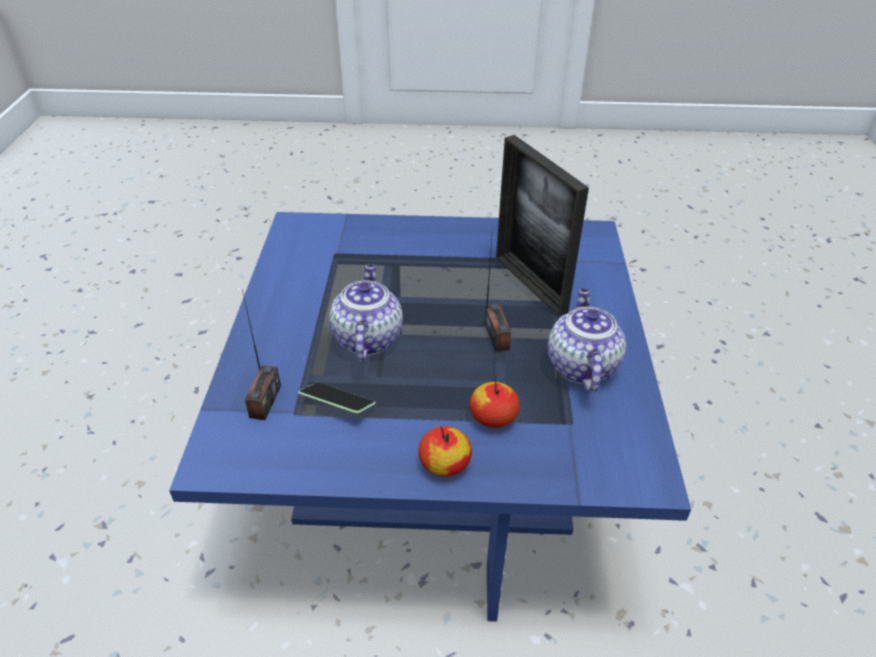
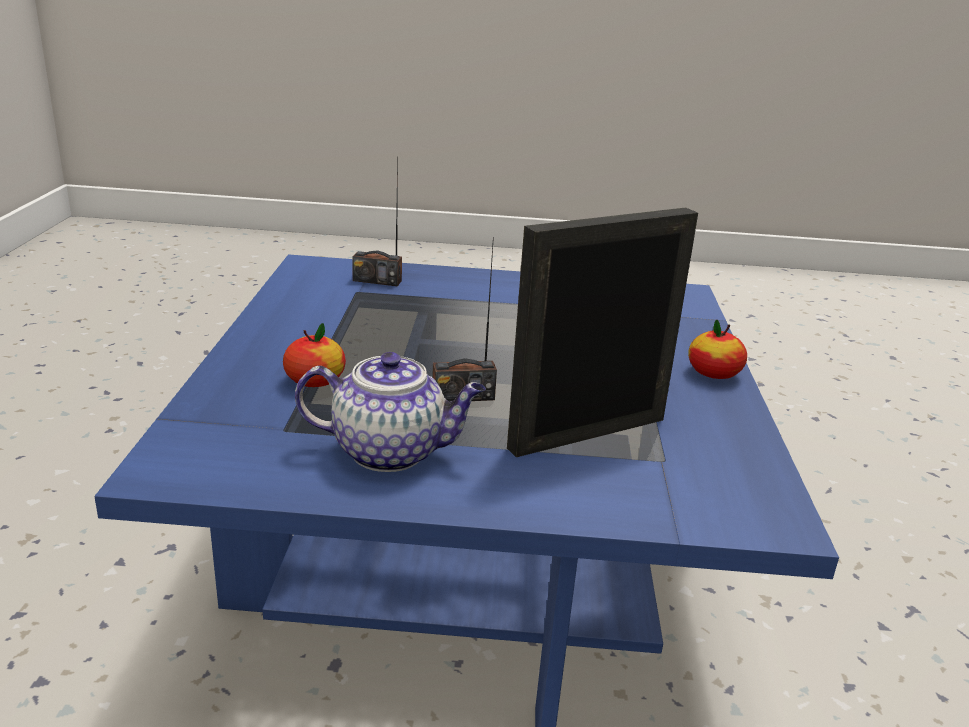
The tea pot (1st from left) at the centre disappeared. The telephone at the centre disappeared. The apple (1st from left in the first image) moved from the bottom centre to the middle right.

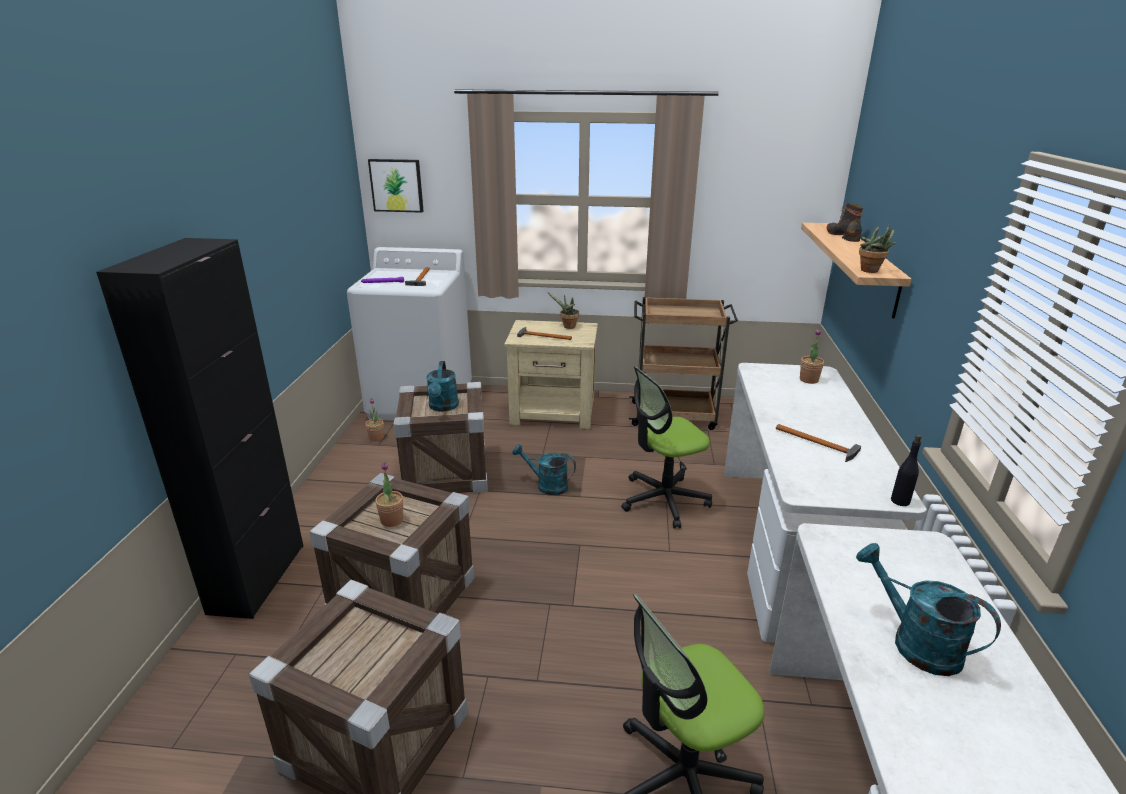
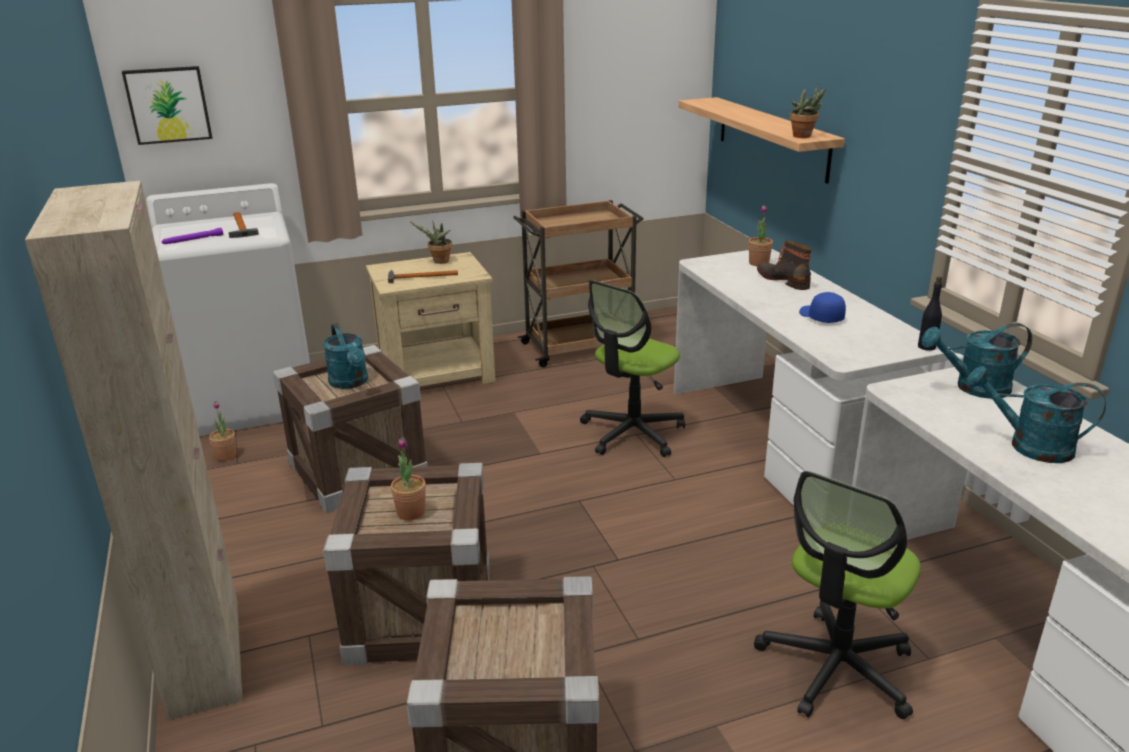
The high-top boot moved from the top right to the middle right. The black storage cabinet at the middle left became the beige storage cabinet at the middle left. The tool hammer (3rd from left) at the middle right was replaced by the blue baseball cap at the middle right. The turquoise watering pot (2nd from left) moved from the centre to the middle right.

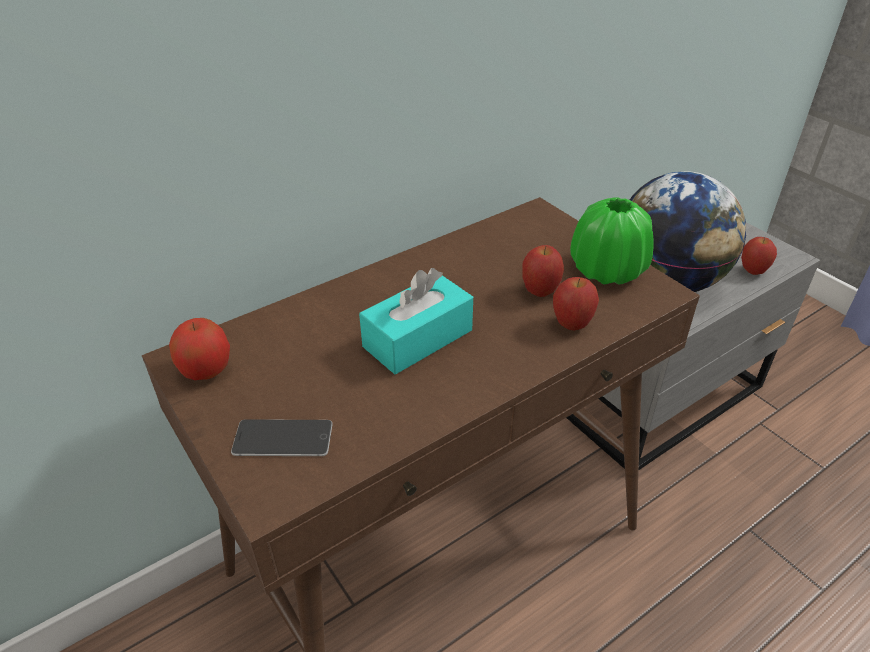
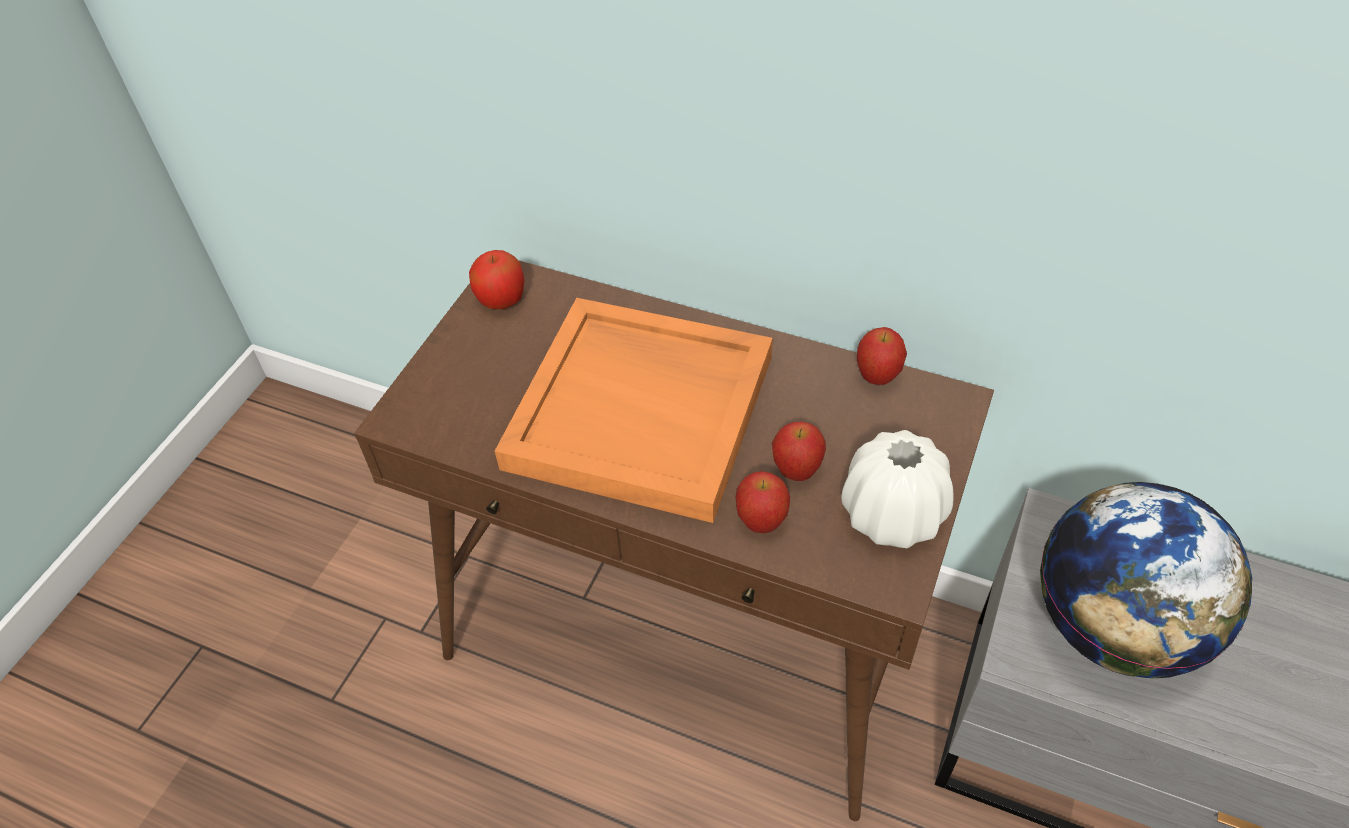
The green-coloured flower vase at the middle right became the white flower vase at the centre. The apple (4th from left) moved from the middle right to the centre. The turquoise tissue holder at the centre was replaced by the orangey carrying tray at the centre. The telephone at the bottom left disappeared.

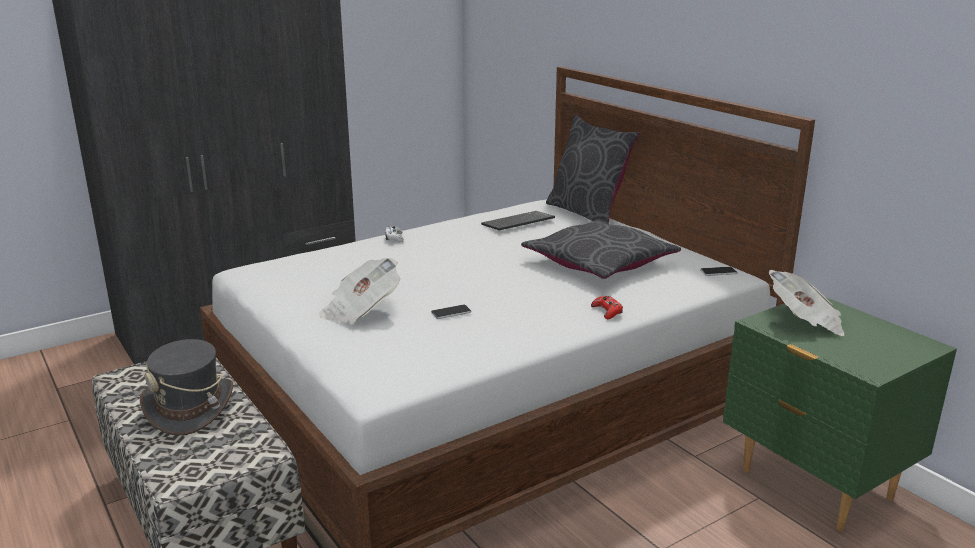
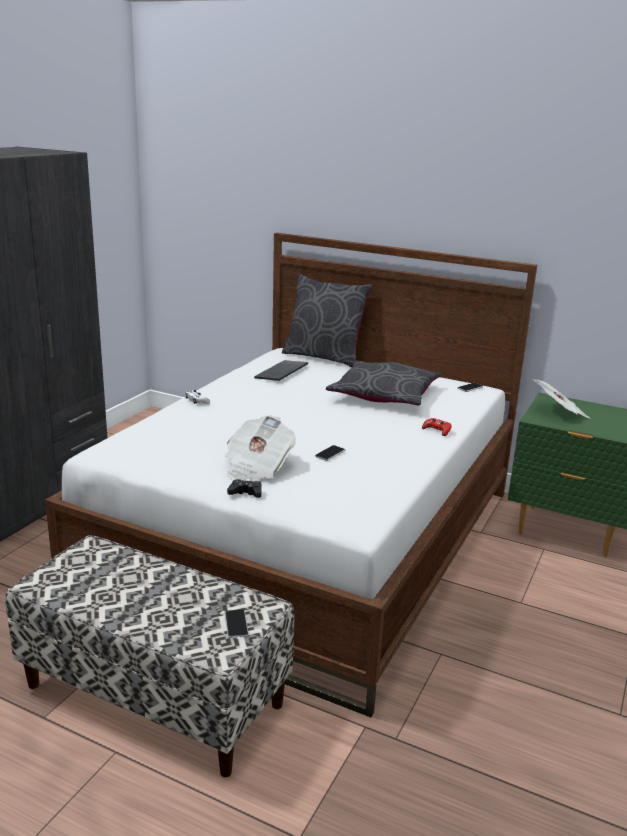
The gray clothing hat at the bottom left disappeared. The black game controller at the centre appeared. The telephone (1st from left) at the bottom centre appeared.

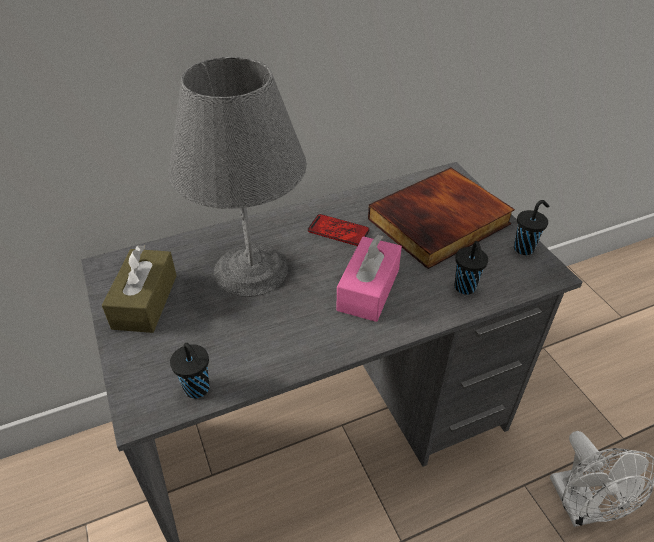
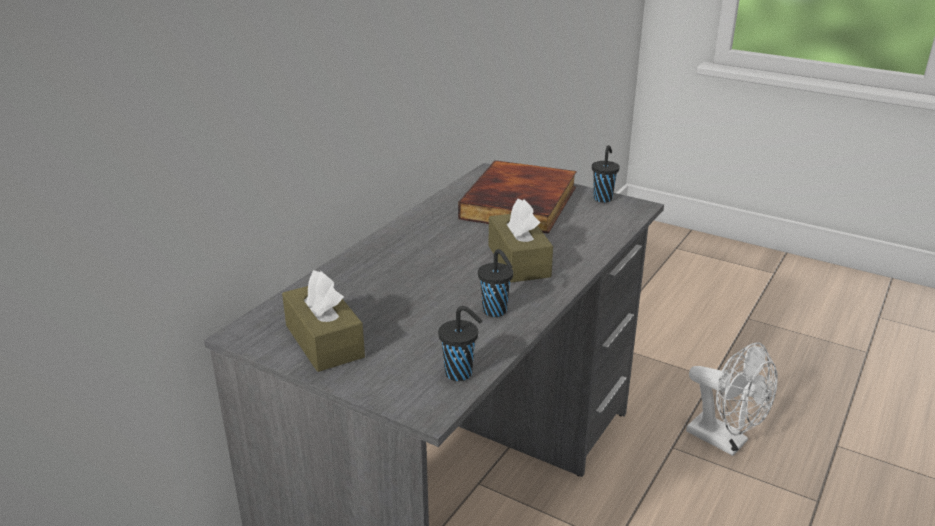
The gray tabletop lamp at the top centre disappeared. The telephone at the centre disappeared. The pinkish tissue holder at the centre became the brown-coloured tissue holder (2nd from left) at the centre. The black small cup (2nd from left) moved from the middle right to the centre.

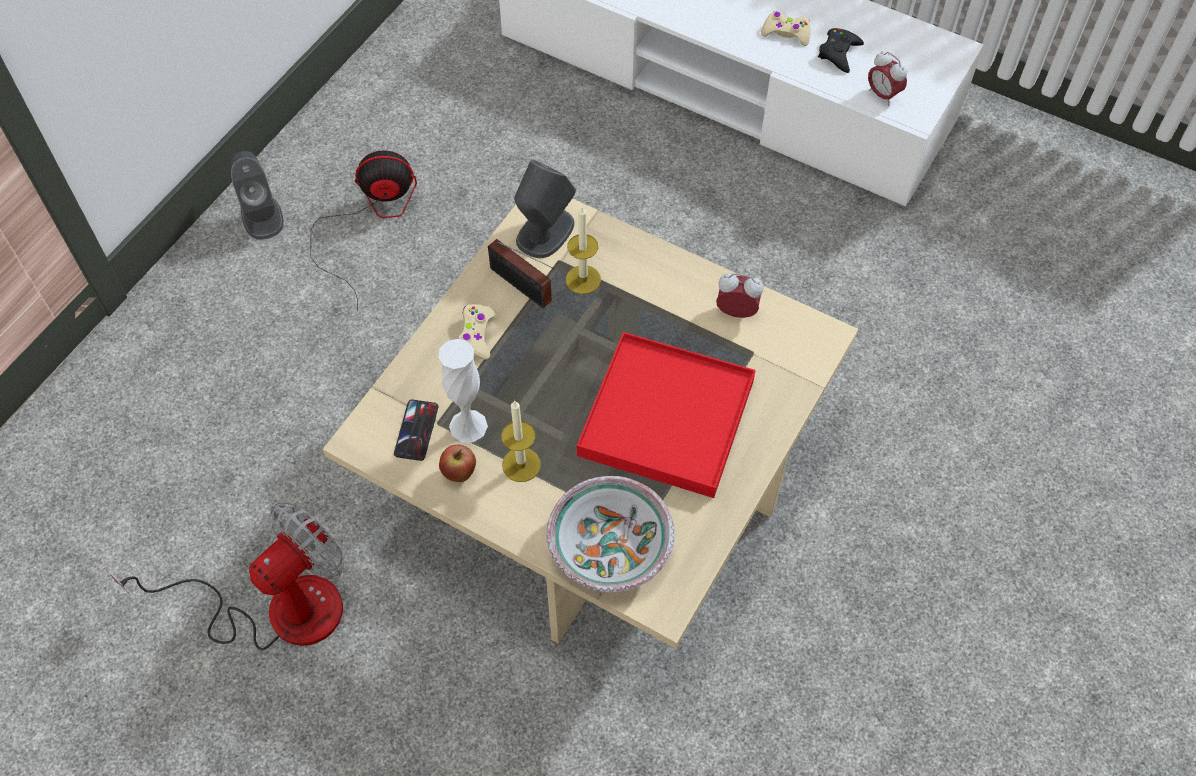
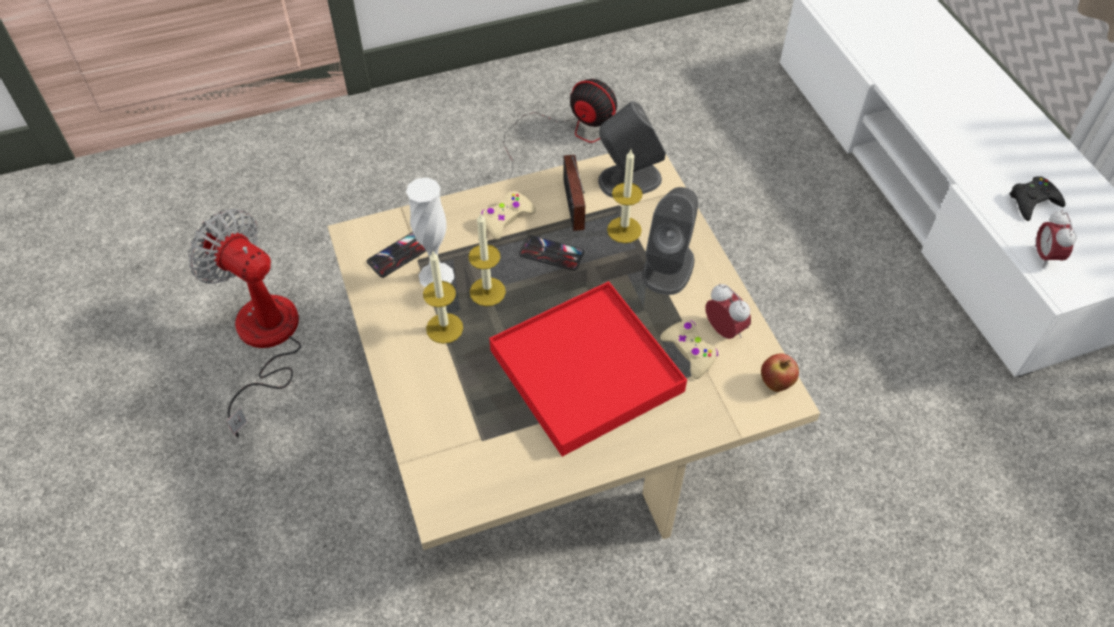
The beige game controller (2nd from left) moved from the top centre to the centre. The gray speaker (1st from left in the first image) moved from the top left to the centre. The apple moved from the centre to the middle right. The bowl at the bottom centre disappeared. The cooling fan (1st from left) at the bottom left turned 135 degrees counterclockwise. The wax candle (2nd from left) at the centre appeared. The telephone (2nd from left) at the centre appeared.

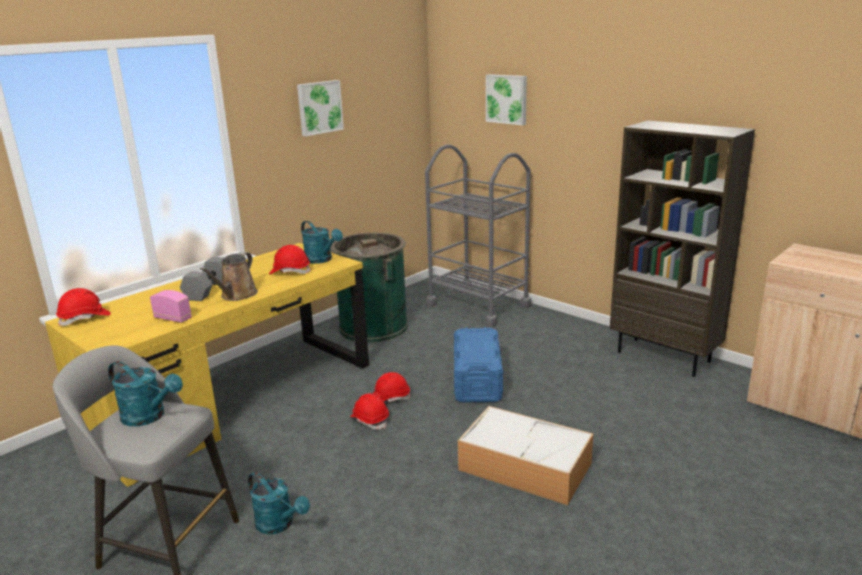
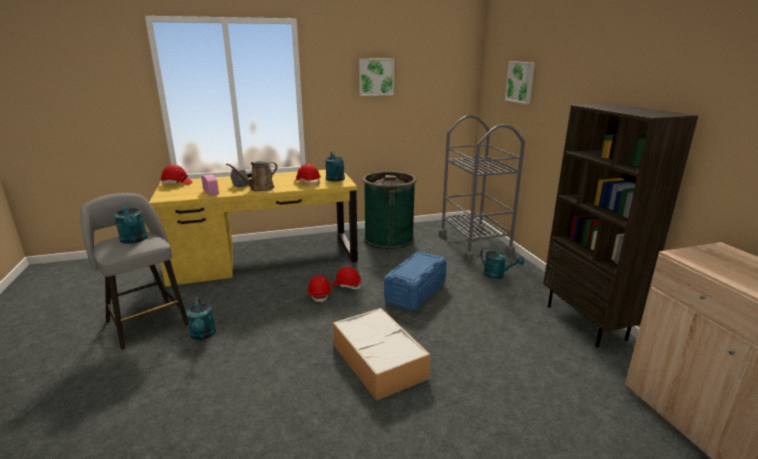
The turquoise watering pot (4th from left) at the centre appeared.

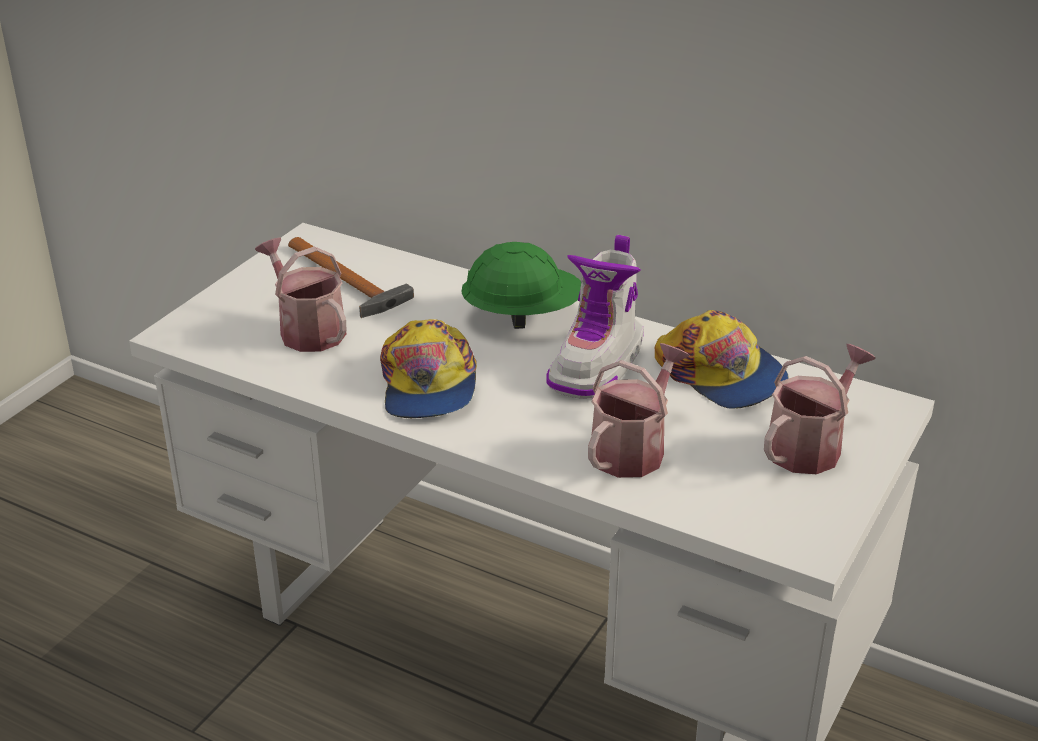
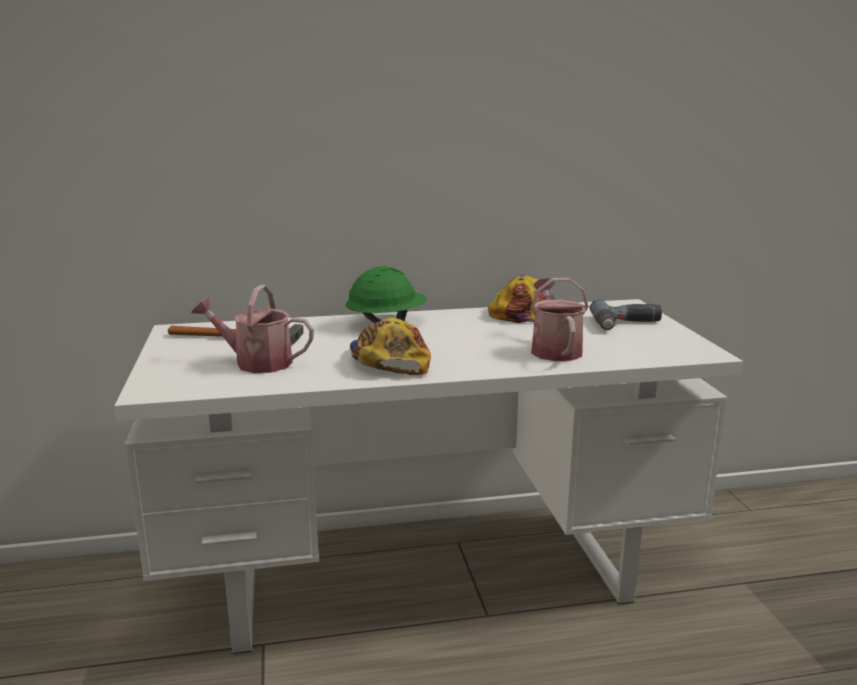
The high-top boot at the centre disappeared. The baseball cap (1st from left) at the centre turned 150 degrees counterclockwise. The watering pot (3rd from left) at the middle right was replaced by the drill at the middle right.

